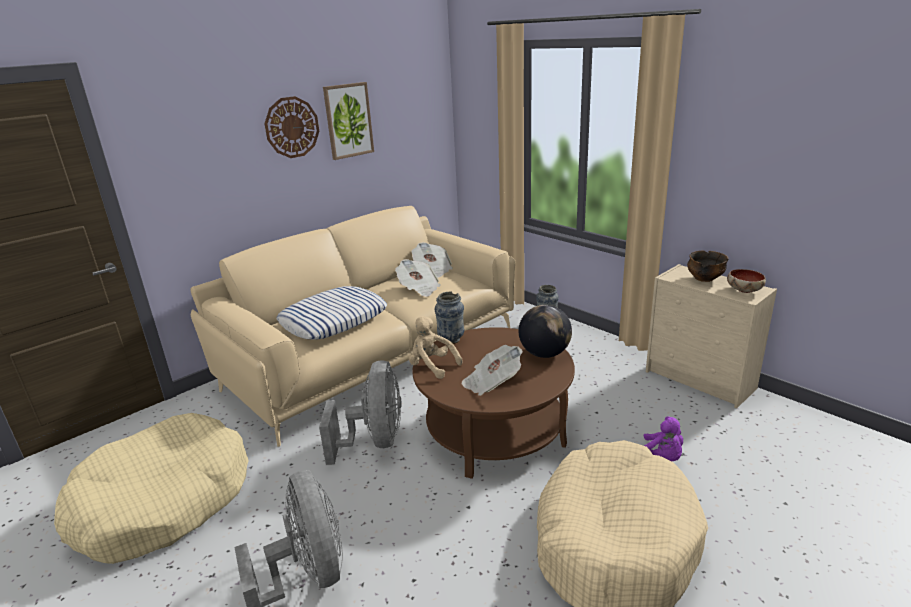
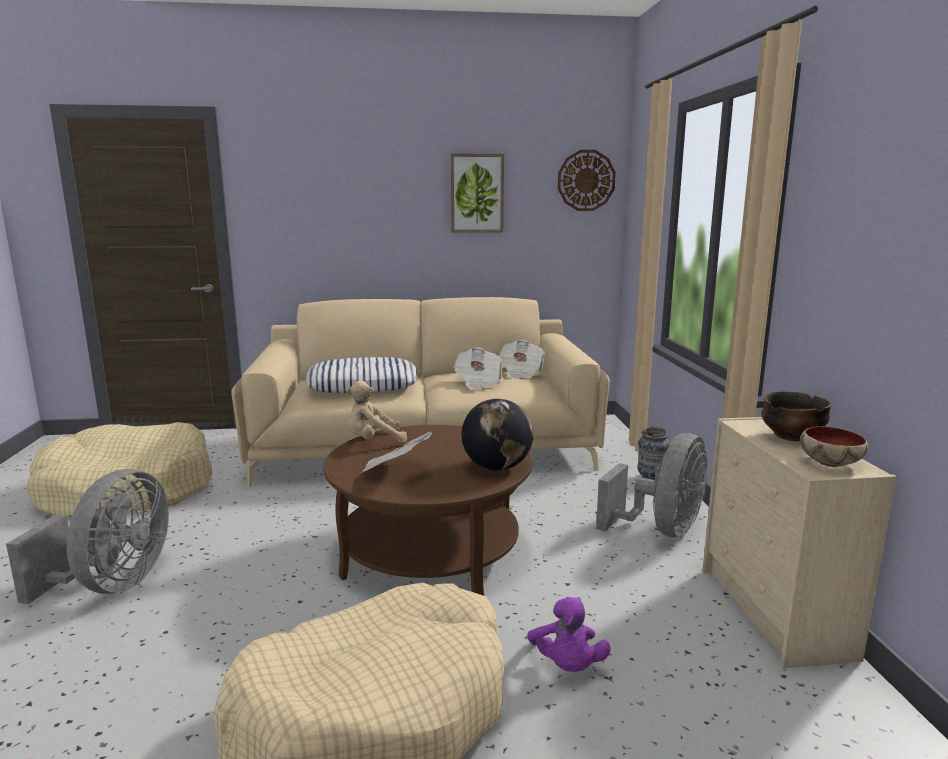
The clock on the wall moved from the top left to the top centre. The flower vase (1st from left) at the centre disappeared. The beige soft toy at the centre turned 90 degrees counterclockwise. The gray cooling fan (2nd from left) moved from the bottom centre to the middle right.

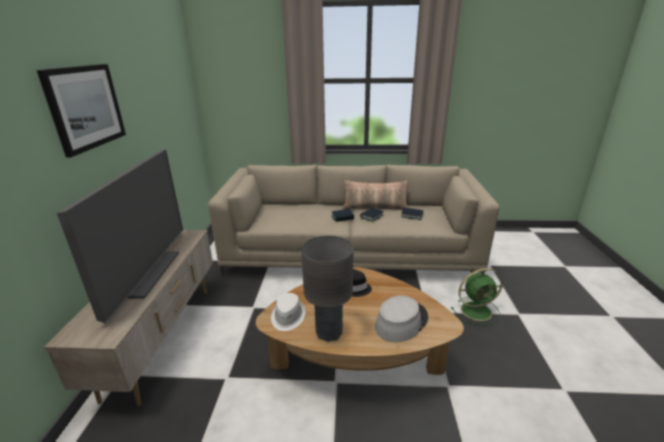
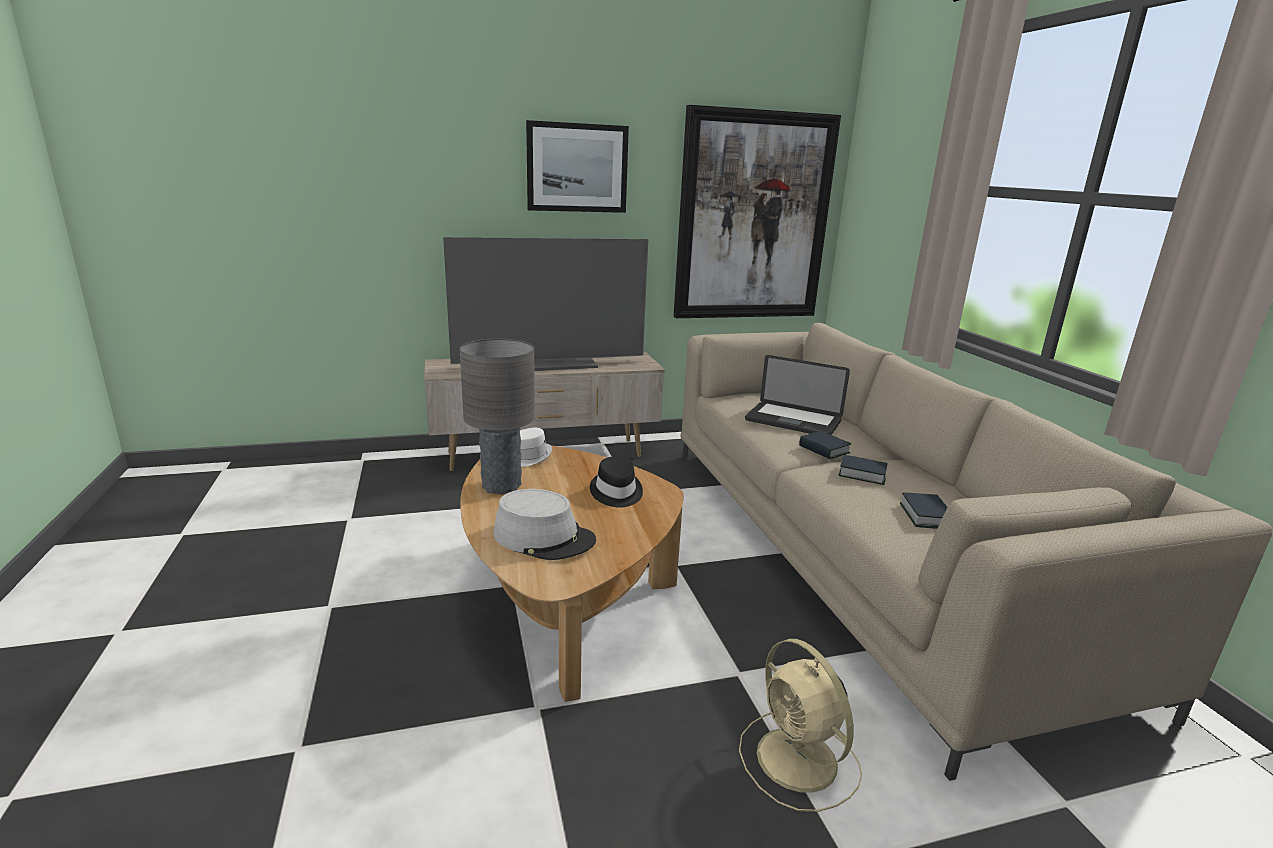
The throw pillow at the centre disappeared. The green-coloured cooling fan at the bottom right became the beige cooling fan at the bottom centre. The picture (2nd from left) at the top centre appeared. The portable computer at the centre appeared.

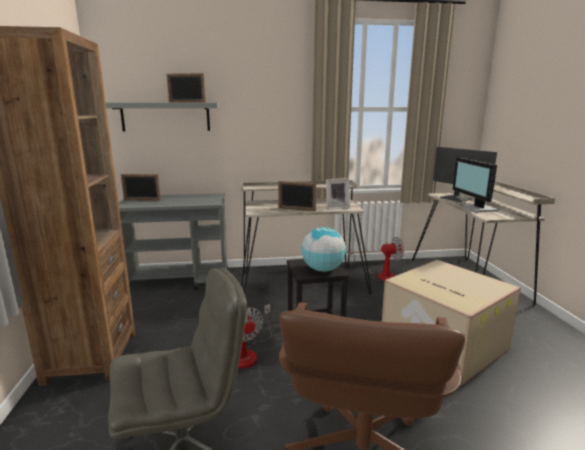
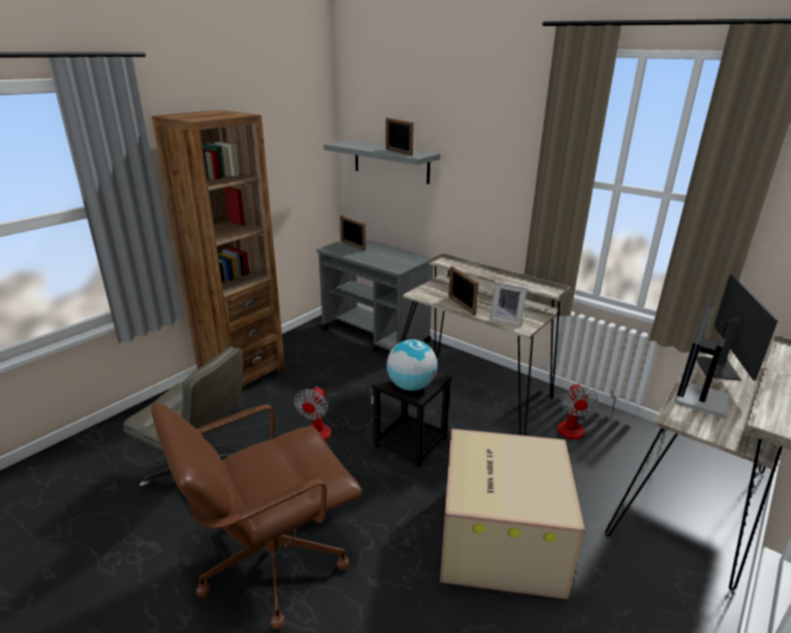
The cooling fan (2nd from left) at the centre turned 60 degrees clockwise.

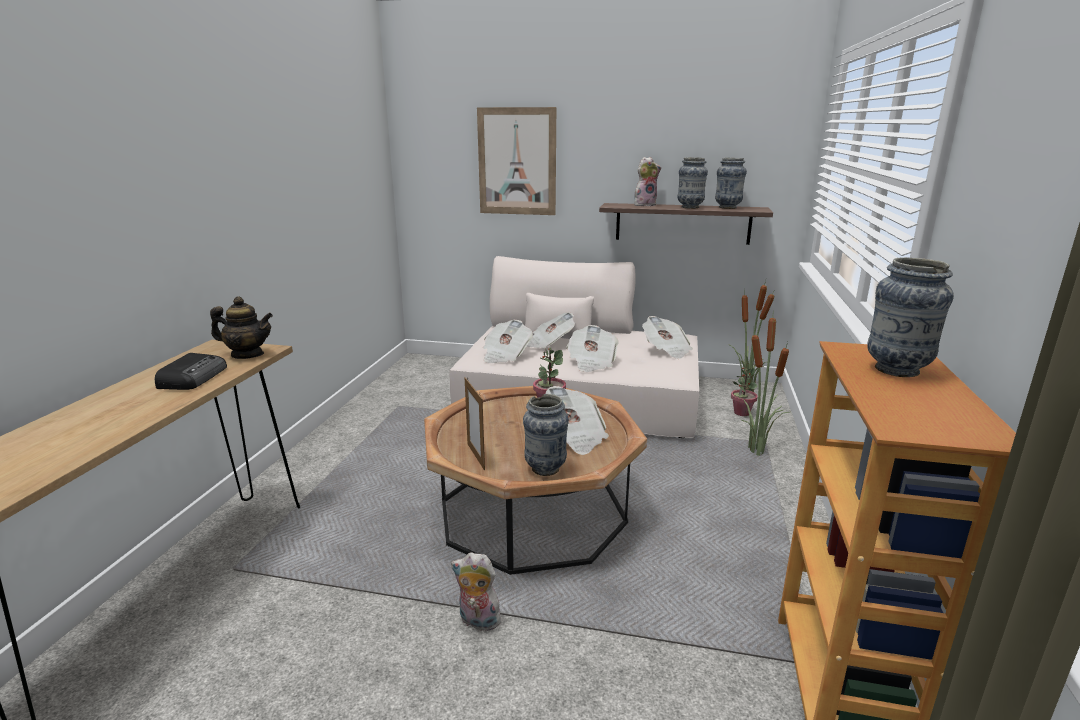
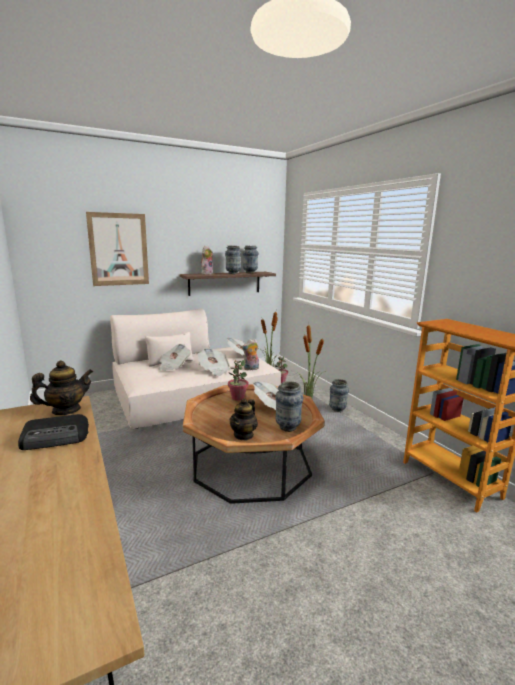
The flower vase (4th from left) moved from the middle right to the centre. The daily paper (1st from left) at the centre disappeared. The radio set at the middle left turned 105 degrees clockwise. The photo frame at the centre was replaced by the tea pot (2nd from left) at the centre. The soft toy (1st from left in the first image) moved from the bottom centre to the centre.

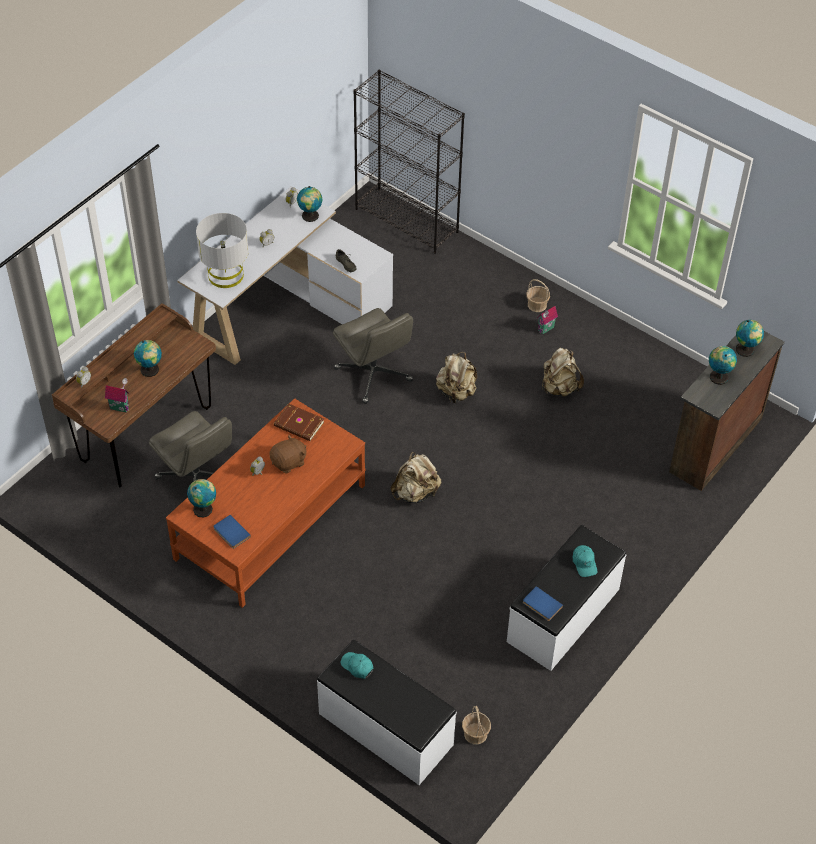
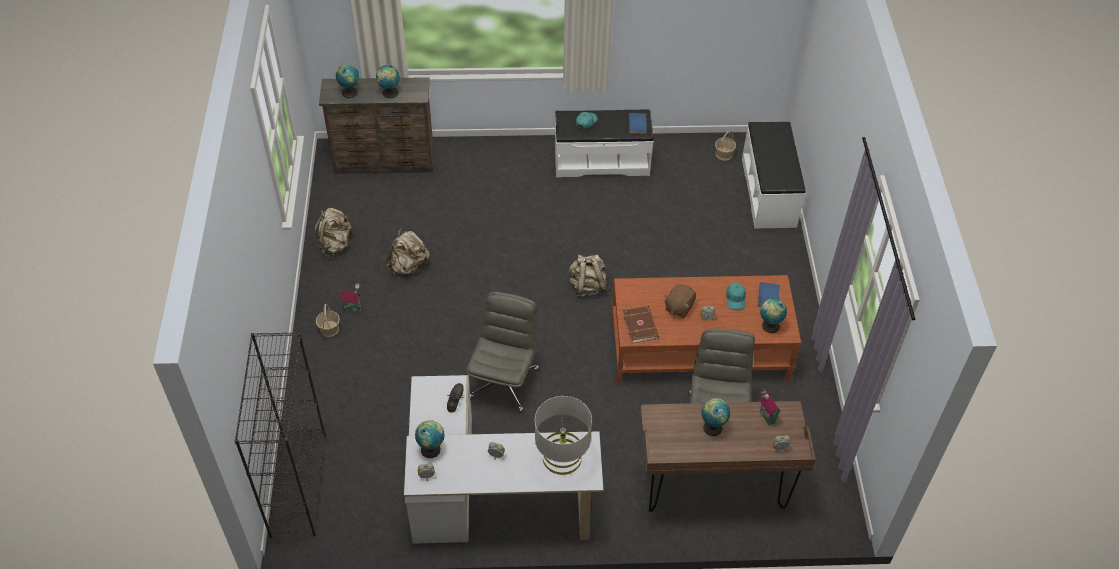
The beige rucksack (2nd from left in the first image) moved from the centre to the middle left. The brown-coloured soft toy at the centre turned 75 degrees counterclockwise. The turquoise baseball cap (1st from left in the first image) moved from the bottom centre to the centre.

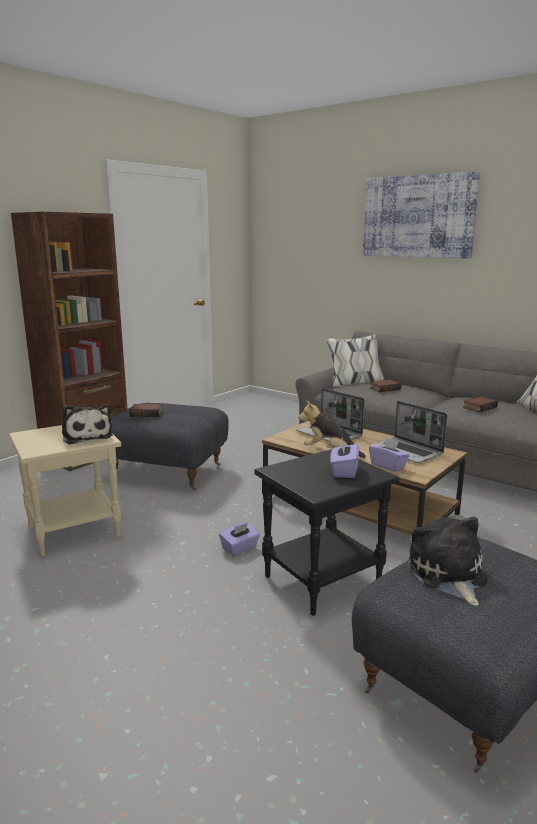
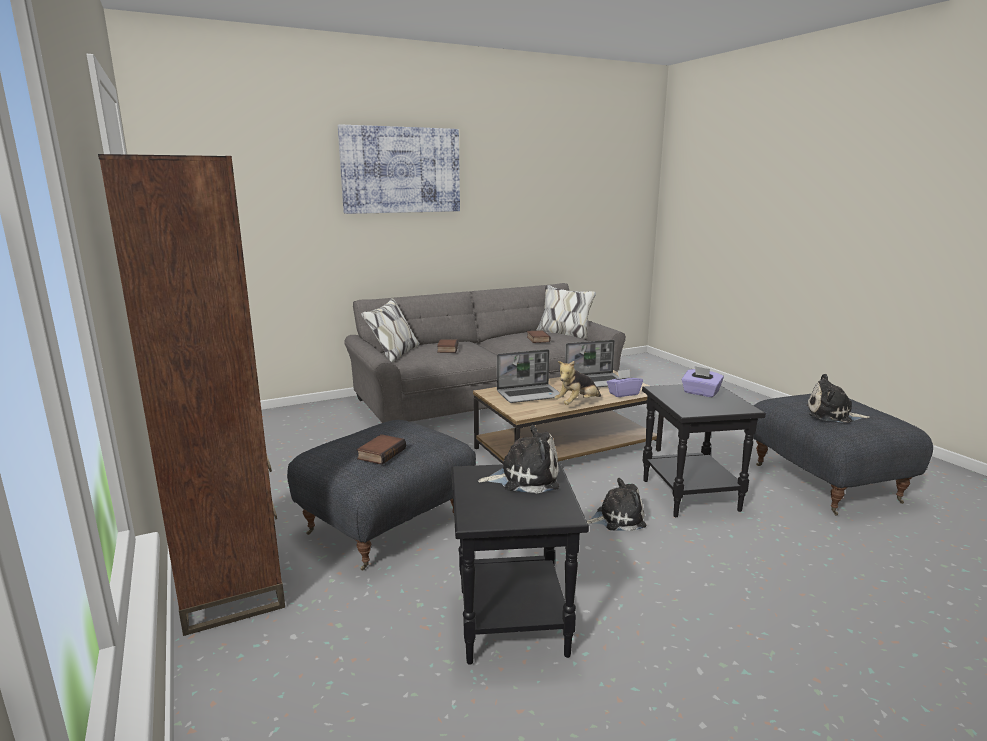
The beige end table at the middle left became the black end table (1st from left) at the bottom centre. The purple tissue holder (1st from left) at the centre was replaced by the soft toy (3rd from left) at the bottom centre.

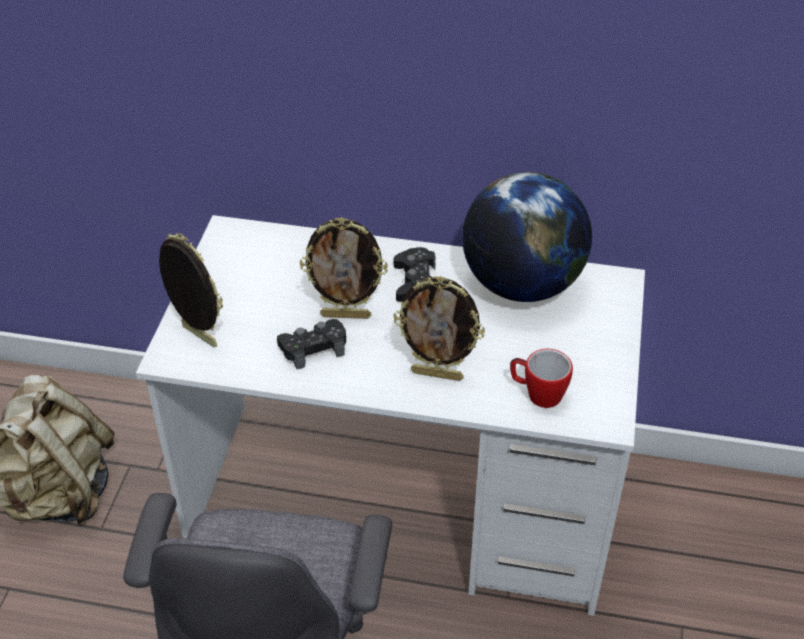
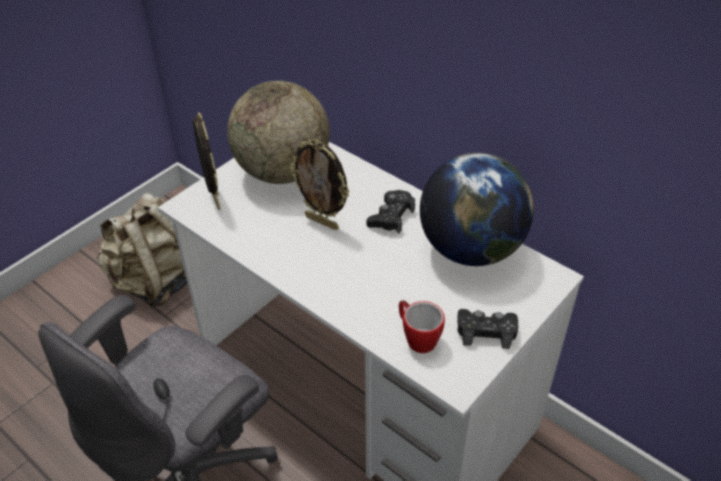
The photo frame (3rd from left) at the centre disappeared. The black game controller (1st from left in the first image) moved from the centre to the bottom right. The globe (1st from left) at the top centre appeared.

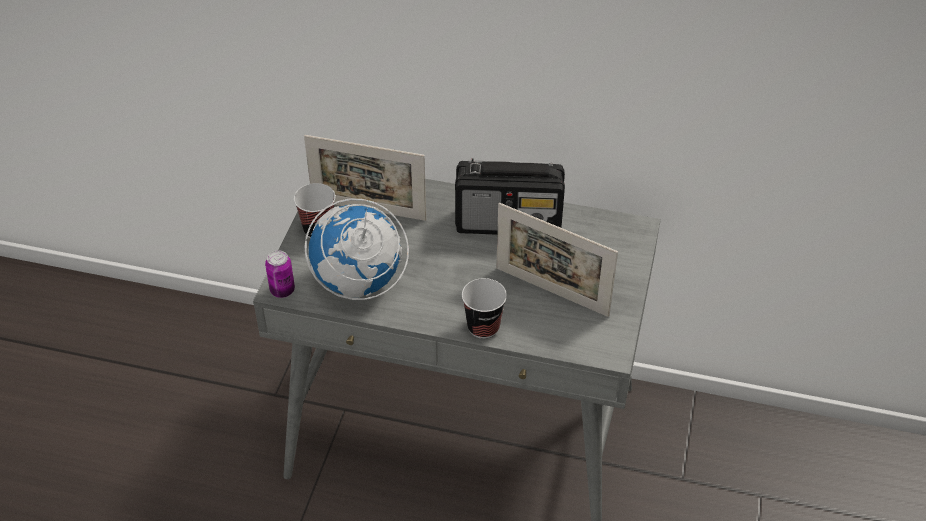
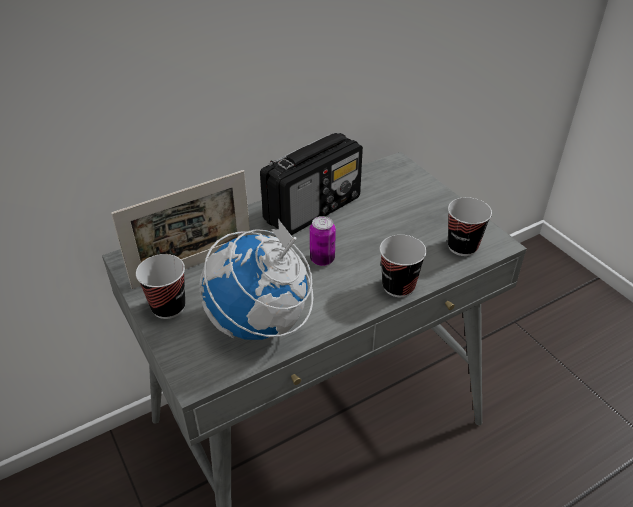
The photo frame (2nd from left) at the centre disappeared. The can moved from the middle left to the centre. The small cup (3rd from left) at the middle right appeared.

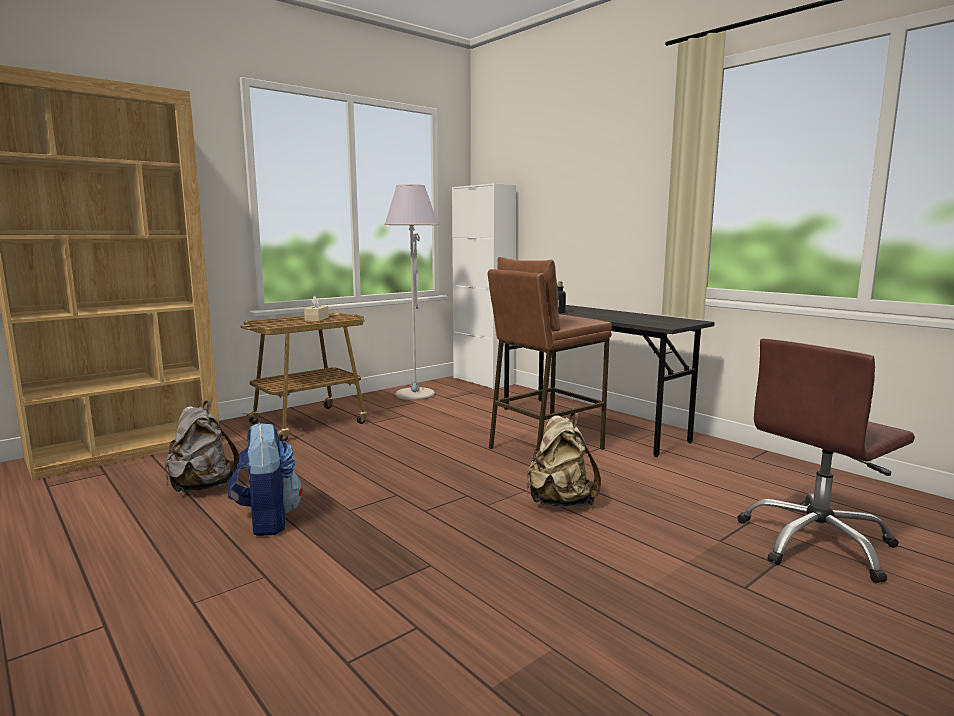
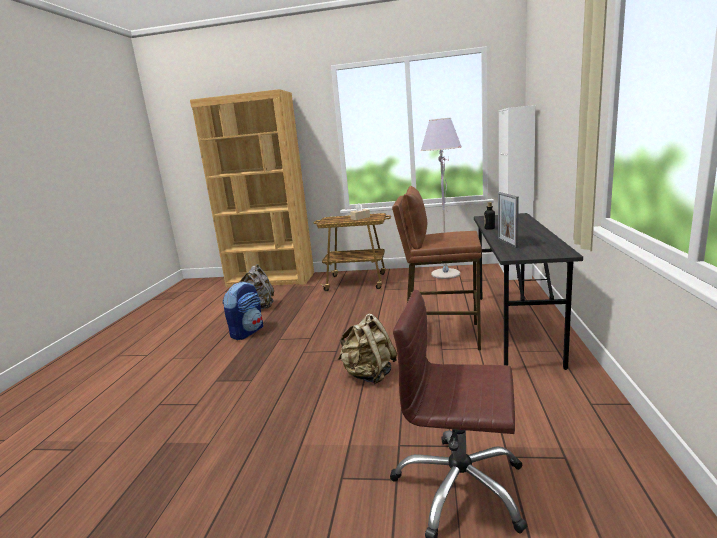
The photo frame at the middle right appeared.

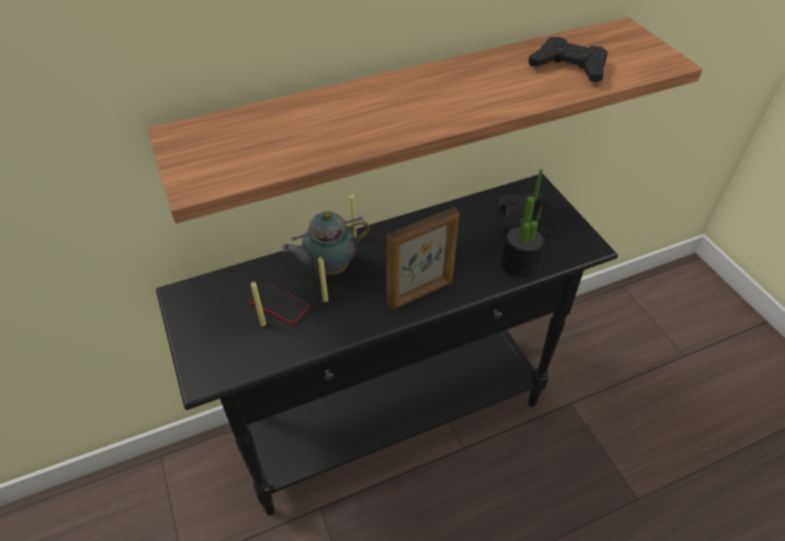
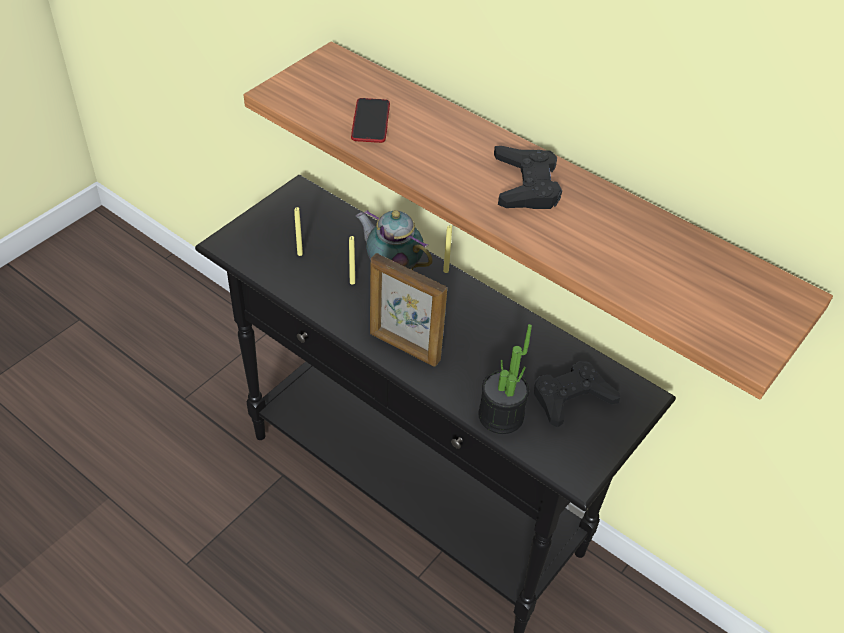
The black game controller (2nd from left in the first image) moved from the top right to the top centre. The telephone moved from the centre to the top centre.

